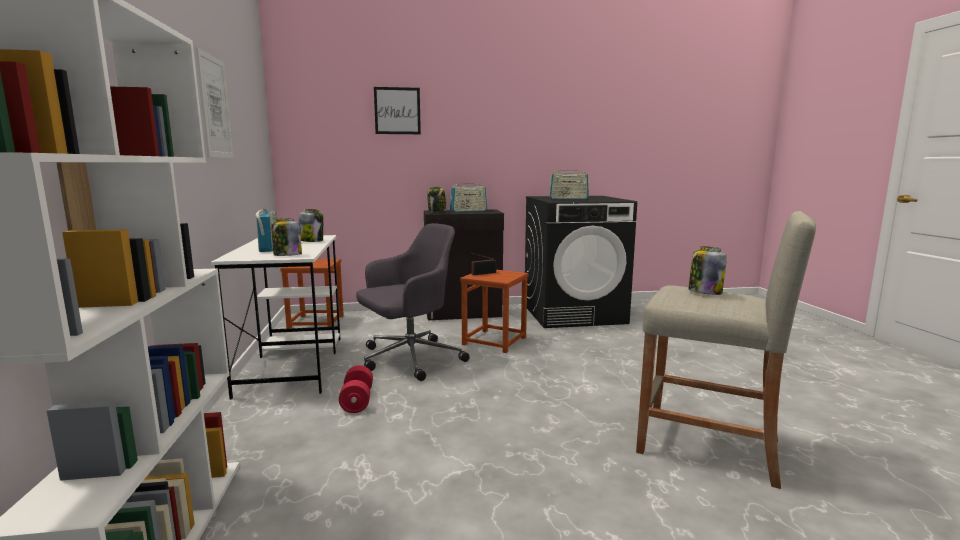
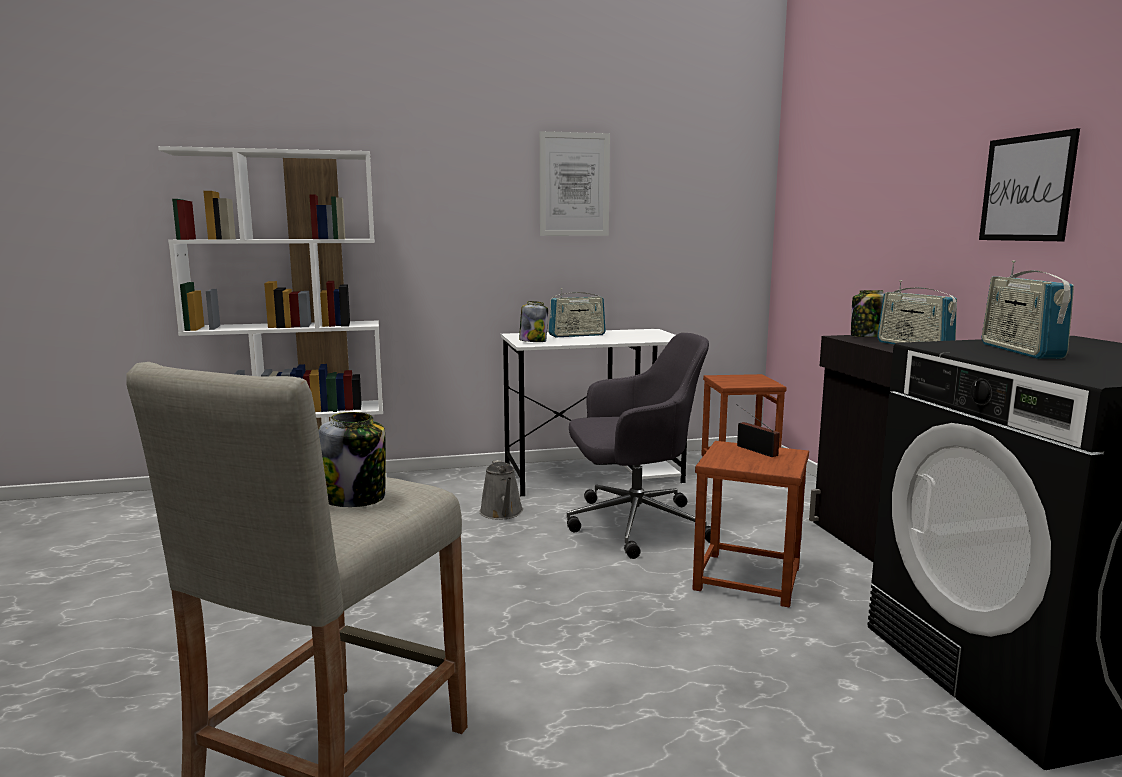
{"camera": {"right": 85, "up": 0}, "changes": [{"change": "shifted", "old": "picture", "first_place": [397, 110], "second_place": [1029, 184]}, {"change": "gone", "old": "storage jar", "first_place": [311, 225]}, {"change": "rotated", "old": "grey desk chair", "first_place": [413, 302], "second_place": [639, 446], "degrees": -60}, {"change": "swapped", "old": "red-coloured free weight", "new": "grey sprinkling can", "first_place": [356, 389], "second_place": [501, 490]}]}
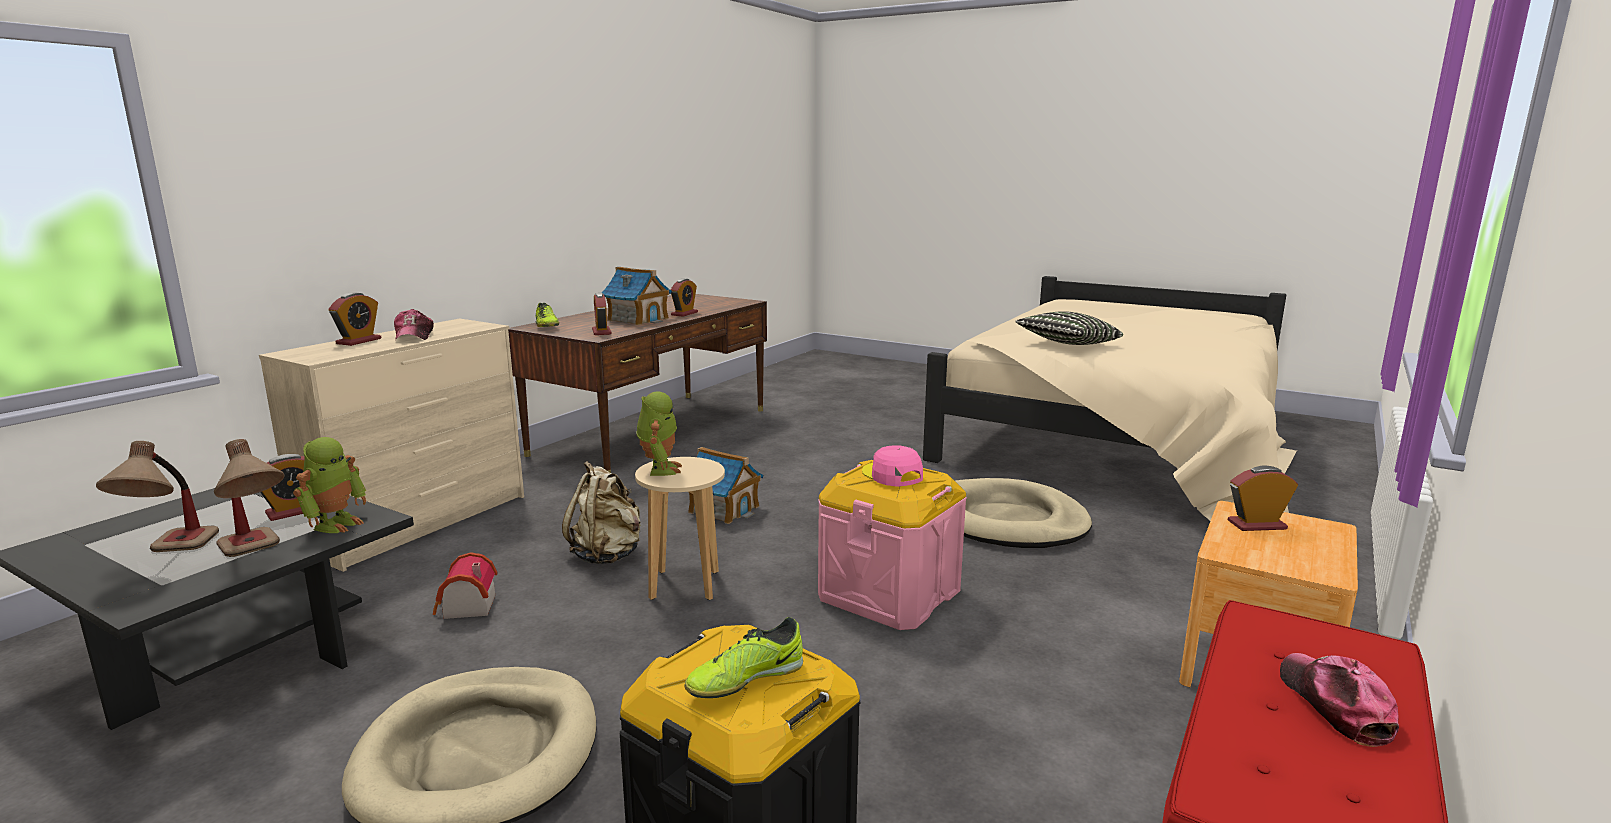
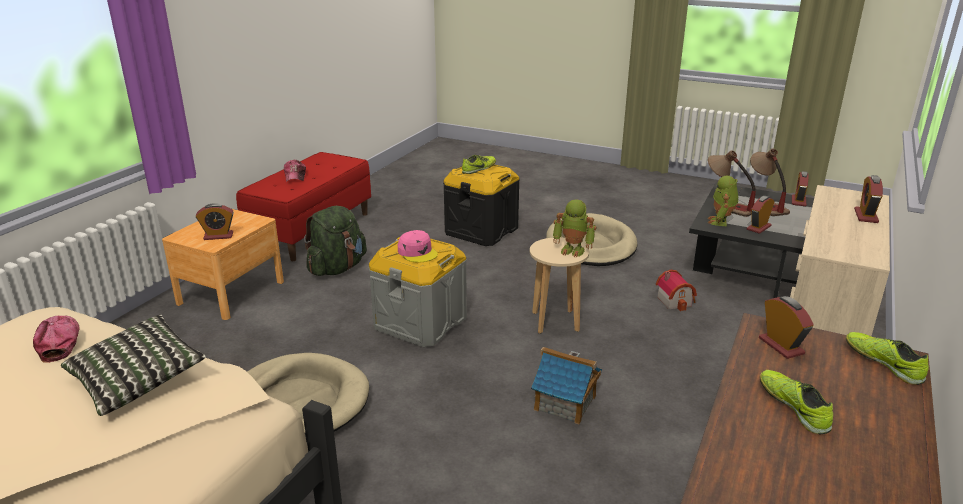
{"camera": {"right": 175, "up": 10}, "changes": [{"change": "swapped", "old": "toy house", "new": "low shoe", "first_place": [637, 296], "second_place": [796, 402]}, {"change": "shifted", "old": "table clock", "first_place": [684, 297], "second_place": [800, 188]}, {"change": "shifted", "old": "baseball cap", "first_place": [414, 324], "second_place": [56, 339]}, {"change": "rotated", "old": "model robot", "first_place": [659, 434], "second_place": [575, 229], "degrees": -60}, {"change": "repainted", "old": "pink-coloured storage container", "new": "grey storage container", "first_place": [892, 545], "second_place": [418, 292]}, {"change": "gone", "old": "beige-coloured rucksack", "first_place": [601, 512]}, {"change": "new", "new": "green-coloured rucksack", "second_place": [335, 241]}]}
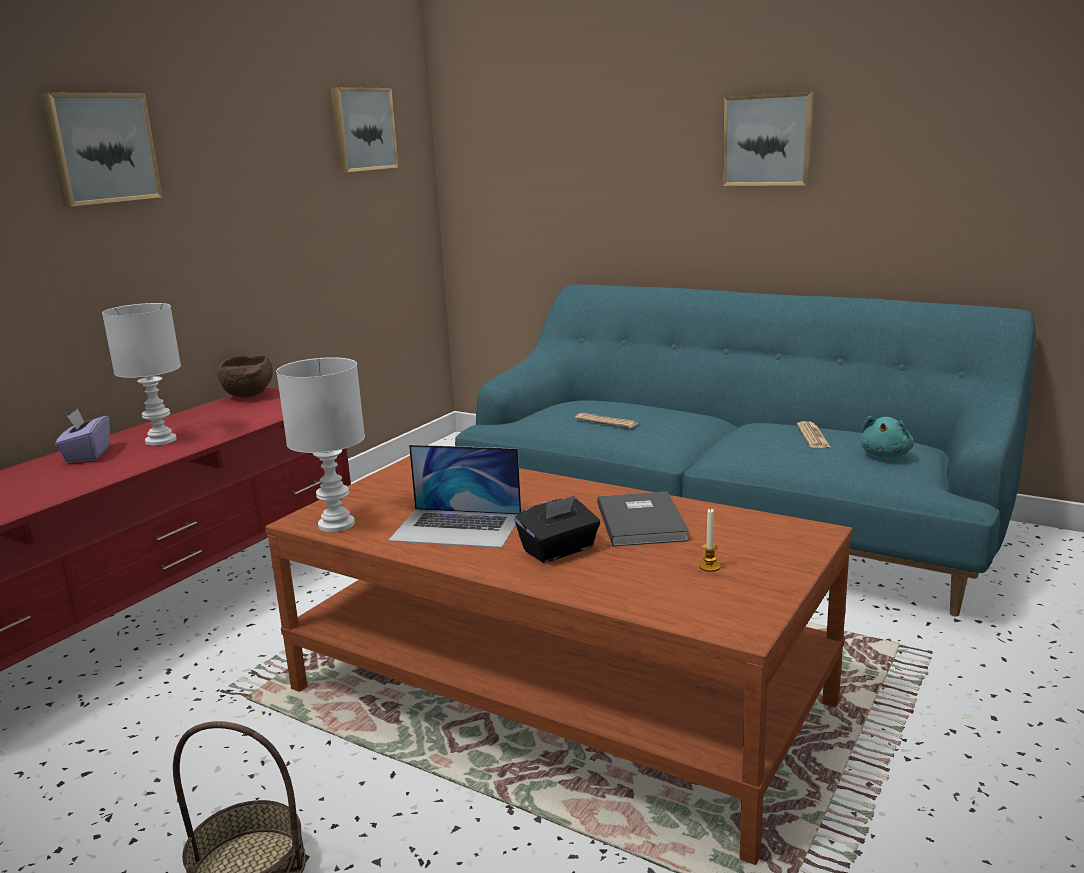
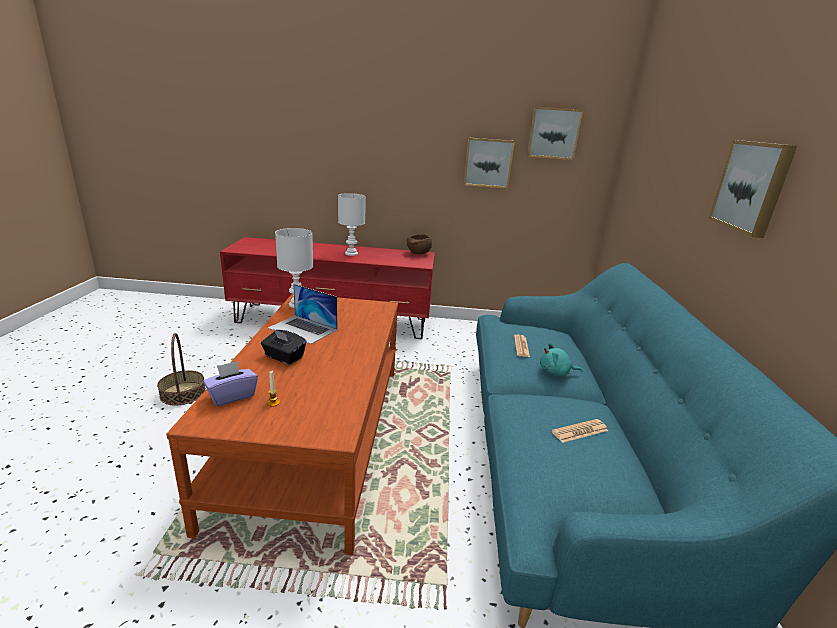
{"camera": {"right": 60, "up": 5}, "changes": [{"change": "shifted", "old": "picture", "first_place": [101, 149], "second_place": [489, 163]}, {"change": "shifted", "old": "purplish tissue box", "first_place": [82, 436], "second_place": [230, 383]}, {"change": "shifted", "old": "turquoise plush toy", "first_place": [887, 437], "second_place": [561, 359]}, {"change": "rotated", "old": "portable computer", "first_place": [454, 496], "second_place": [302, 314], "degrees": -45}, {"change": "gone", "old": "grey book", "first_place": [643, 519]}]}
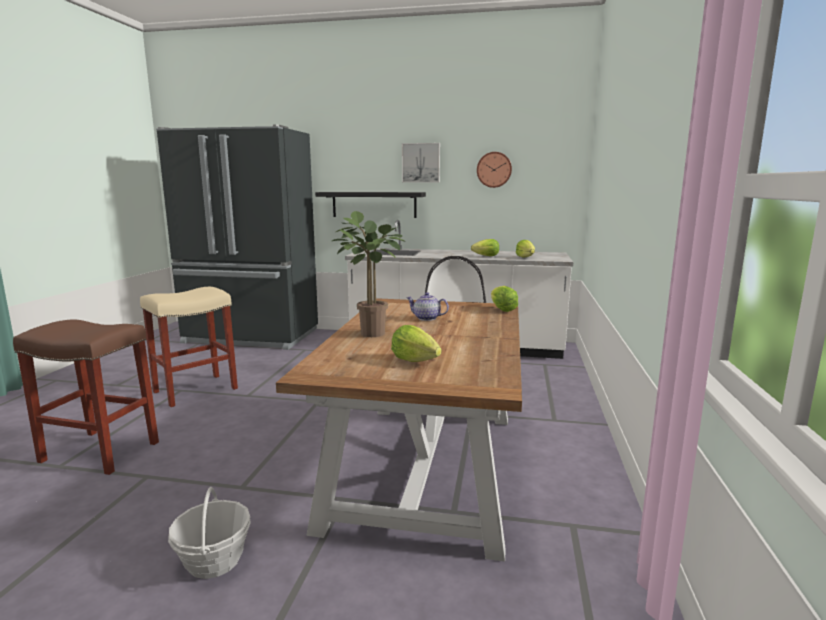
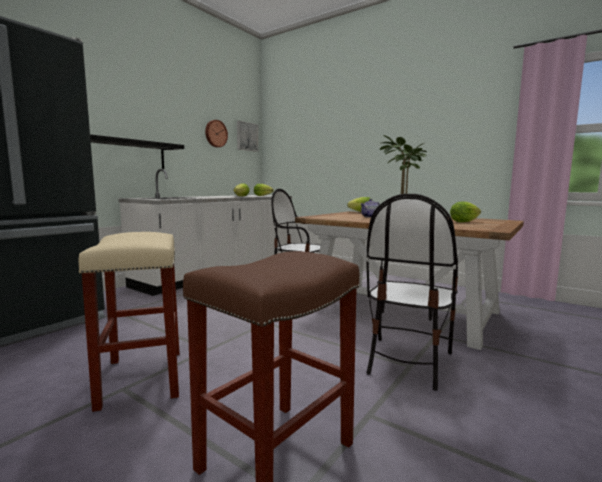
{"camera": {"right": -65, "up": -5}, "changes": [{"change": "shifted", "old": "picture", "first_place": [421, 163], "second_place": [247, 136]}, {"change": "gone", "old": "storage basket", "first_place": [209, 533]}, {"change": "new", "new": "chair", "second_place": [412, 292]}]}
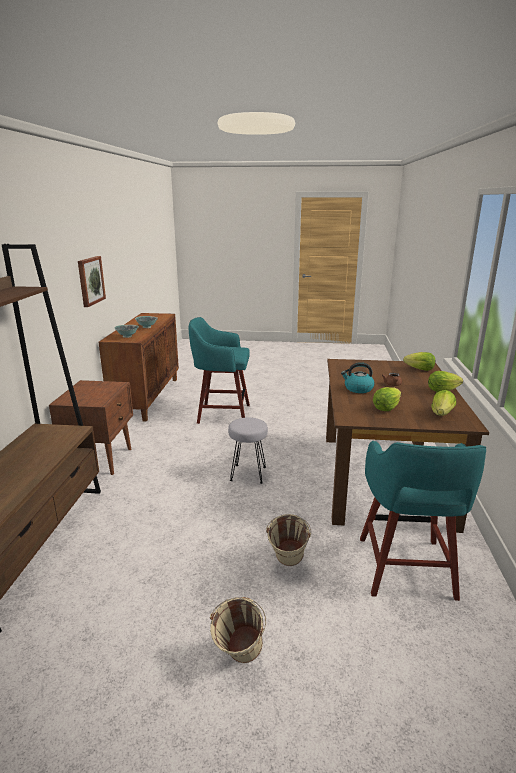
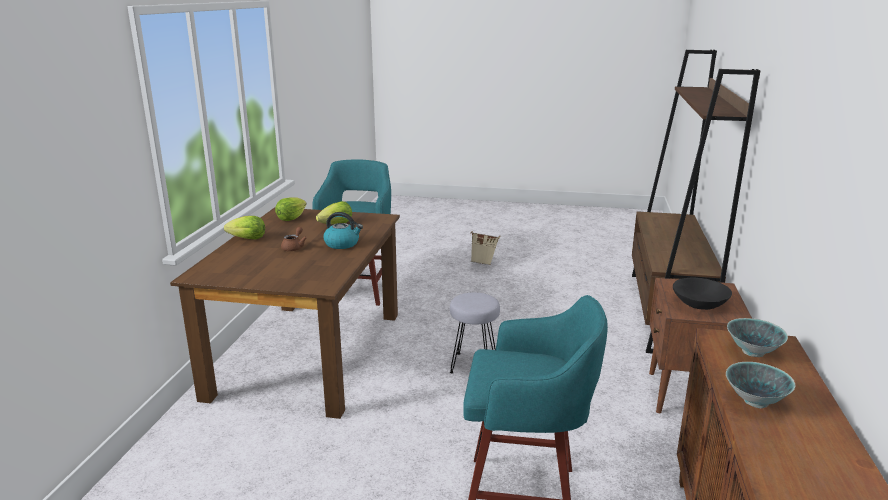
{"camera": {"right": -175, "up": 0}, "changes": [{"change": "gone", "old": "picture", "first_place": [92, 281]}, {"change": "gone", "old": "lettuce head", "first_place": [419, 361]}, {"change": "gone", "old": "beige-coloured bucket", "first_place": [288, 540]}, {"change": "new", "new": "black bowl", "second_place": [702, 294]}]}
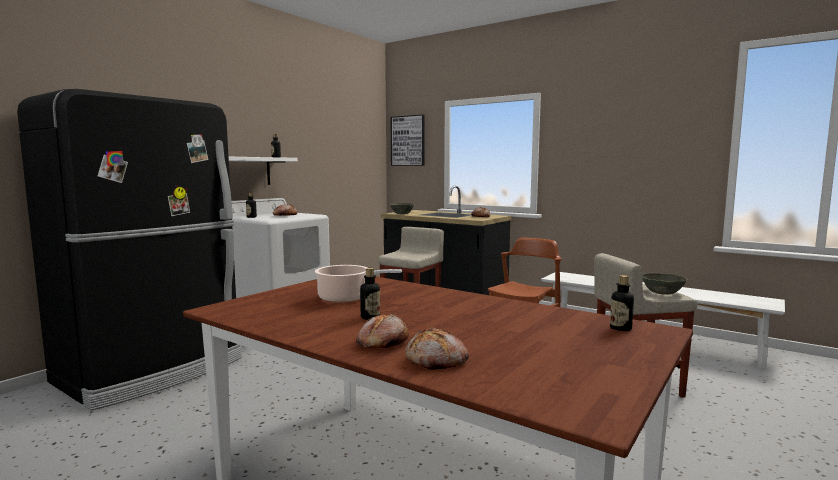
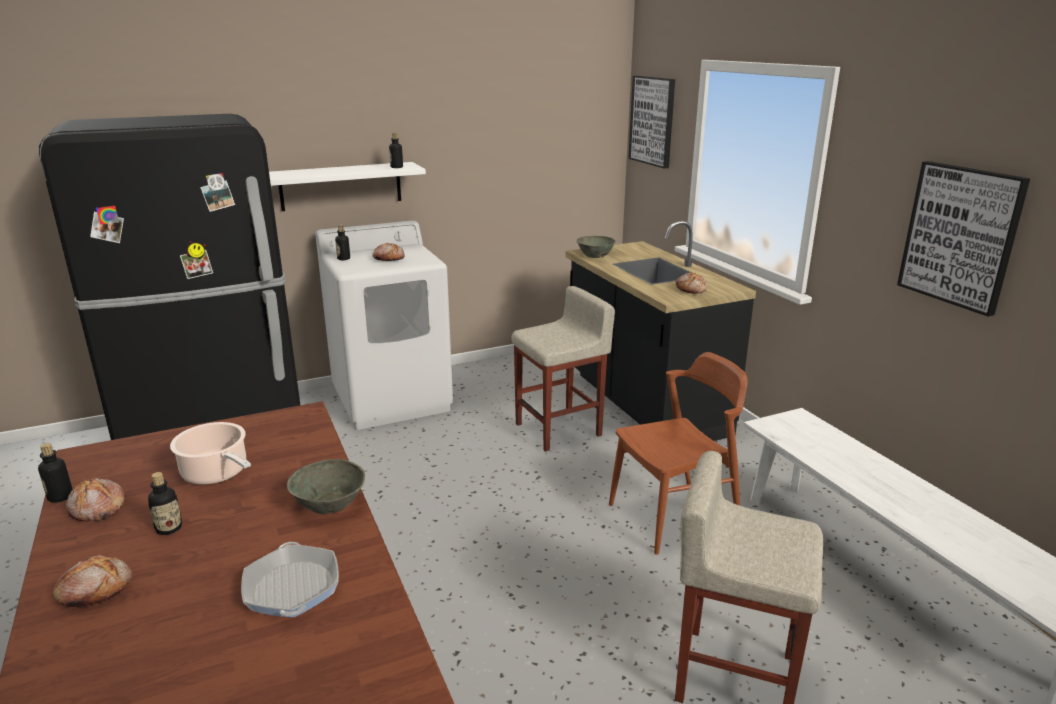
{"camera": {"right": 30, "up": 15}, "changes": [{"change": "shifted", "old": "grey bowl", "first_place": [665, 284], "second_place": [326, 486]}, {"change": "shifted", "old": "bottle", "first_place": [622, 303], "second_place": [55, 473]}, {"change": "shifted", "old": "baked bread", "first_place": [437, 348], "second_place": [96, 499]}, {"change": "new", "new": "picture", "second_place": [963, 238]}, {"change": "new", "new": "frying pan", "second_place": [290, 579]}]}
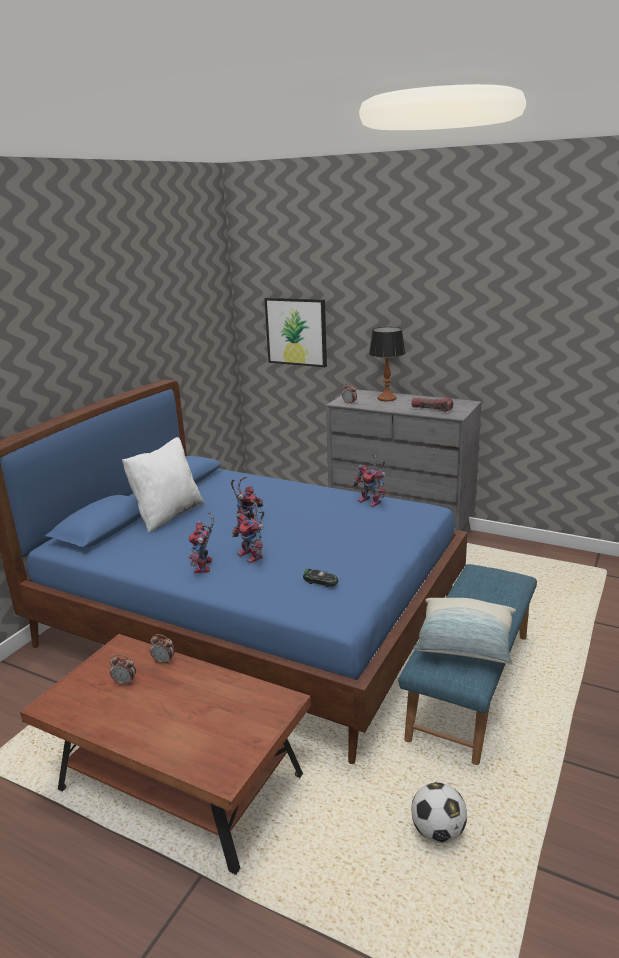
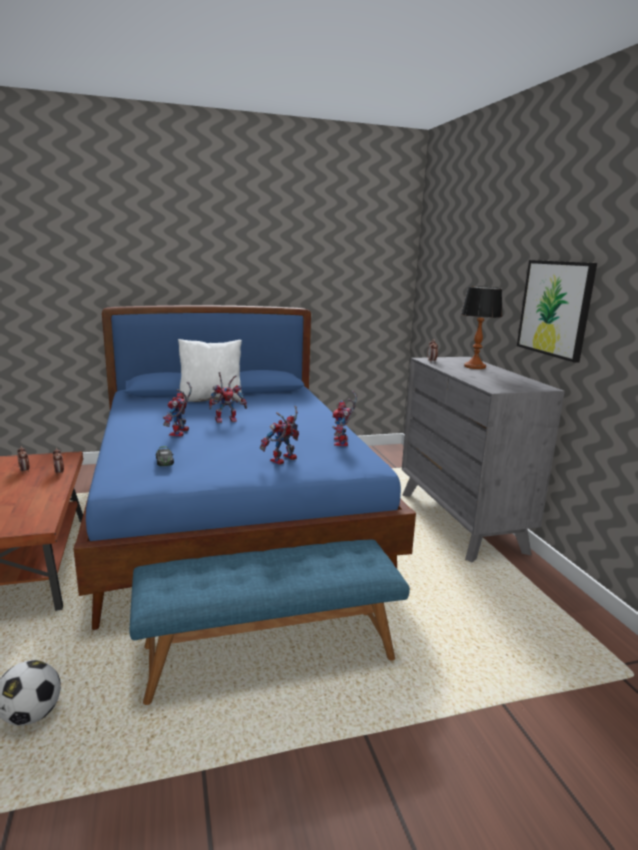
{"camera": {"right": 45, "up": -5}, "changes": [{"change": "shifted", "old": "picture", "first_place": [295, 332], "second_place": [557, 311]}, {"change": "gone", "old": "hand torch", "first_place": [432, 404]}, {"change": "shifted", "old": "model robot", "first_place": [201, 542], "second_place": [279, 435]}, {"change": "gone", "old": "pillow", "first_place": [464, 631]}]}
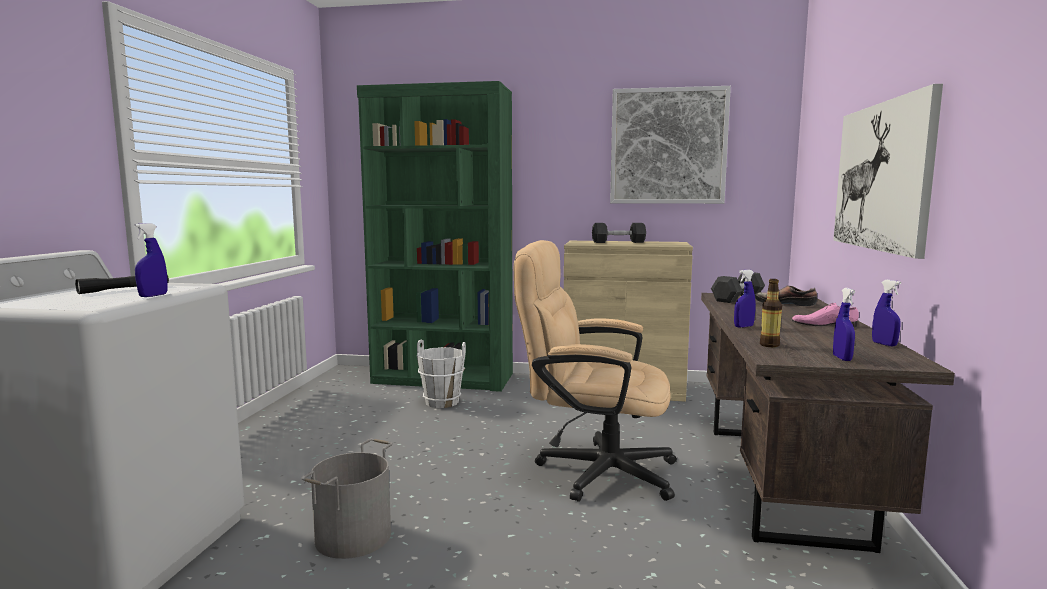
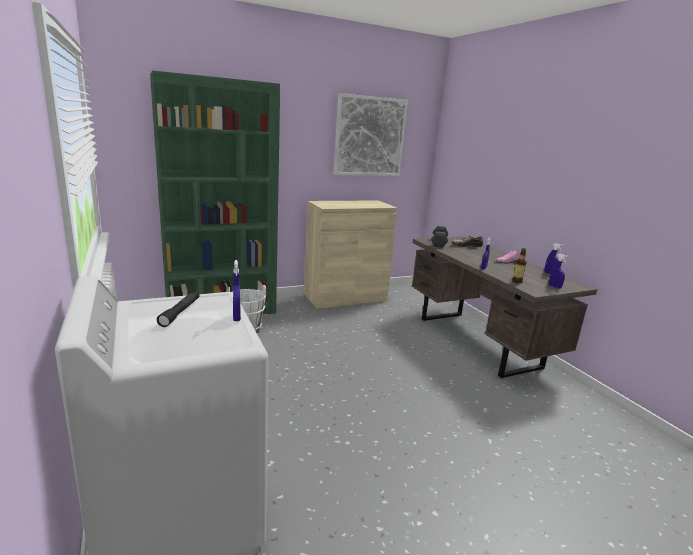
{"camera": {"right": -35, "up": 10}, "changes": [{"change": "gone", "old": "picture", "first_place": [888, 171]}, {"change": "gone", "old": "black free weight", "first_place": [619, 233]}, {"change": "gone", "old": "beige-coloured desk chair", "first_place": [595, 371]}, {"change": "gone", "old": "grey bucket", "first_place": [347, 499]}]}
